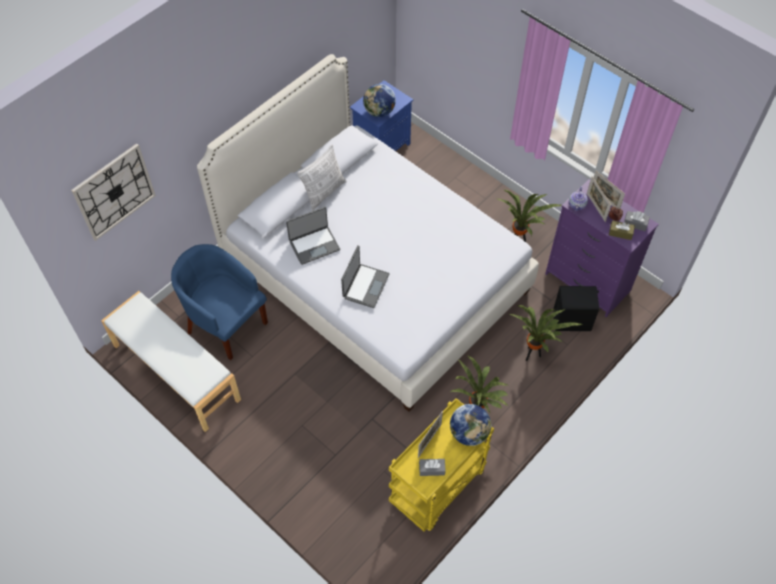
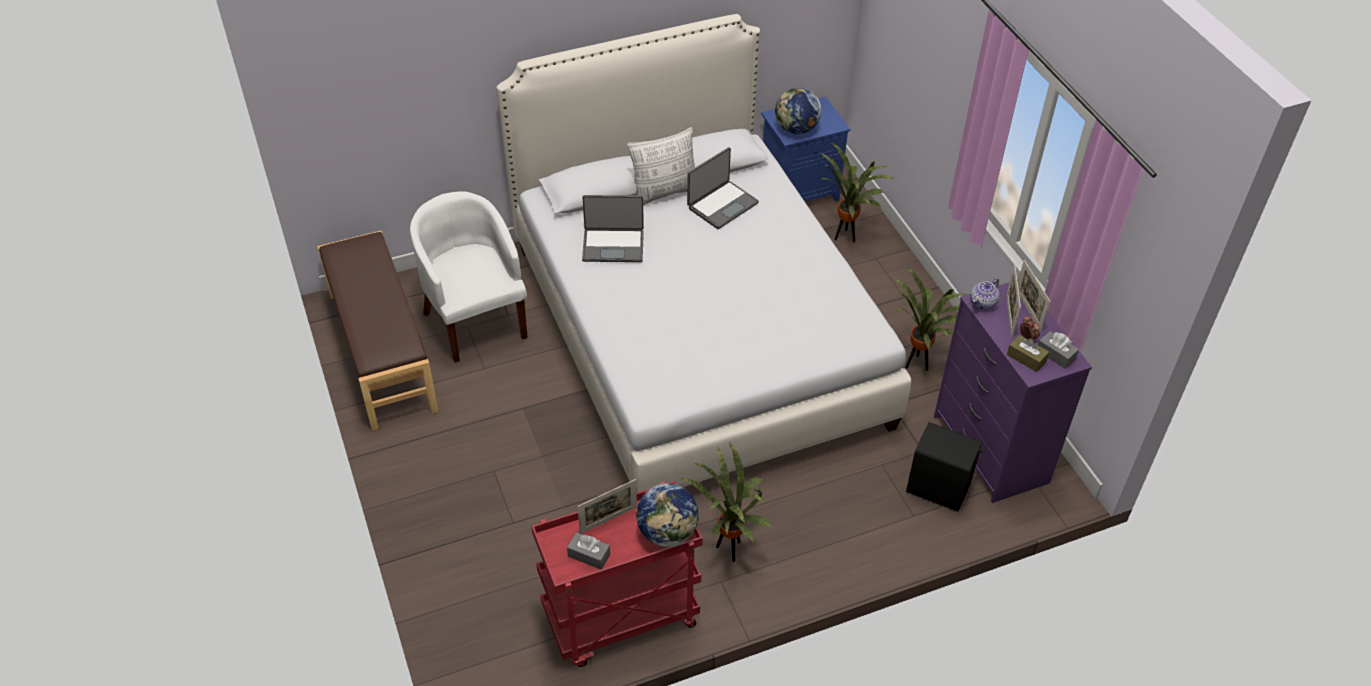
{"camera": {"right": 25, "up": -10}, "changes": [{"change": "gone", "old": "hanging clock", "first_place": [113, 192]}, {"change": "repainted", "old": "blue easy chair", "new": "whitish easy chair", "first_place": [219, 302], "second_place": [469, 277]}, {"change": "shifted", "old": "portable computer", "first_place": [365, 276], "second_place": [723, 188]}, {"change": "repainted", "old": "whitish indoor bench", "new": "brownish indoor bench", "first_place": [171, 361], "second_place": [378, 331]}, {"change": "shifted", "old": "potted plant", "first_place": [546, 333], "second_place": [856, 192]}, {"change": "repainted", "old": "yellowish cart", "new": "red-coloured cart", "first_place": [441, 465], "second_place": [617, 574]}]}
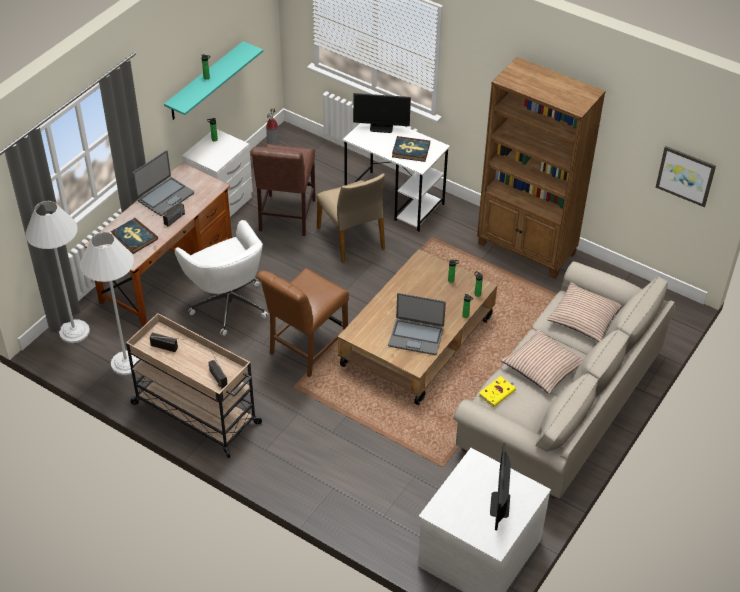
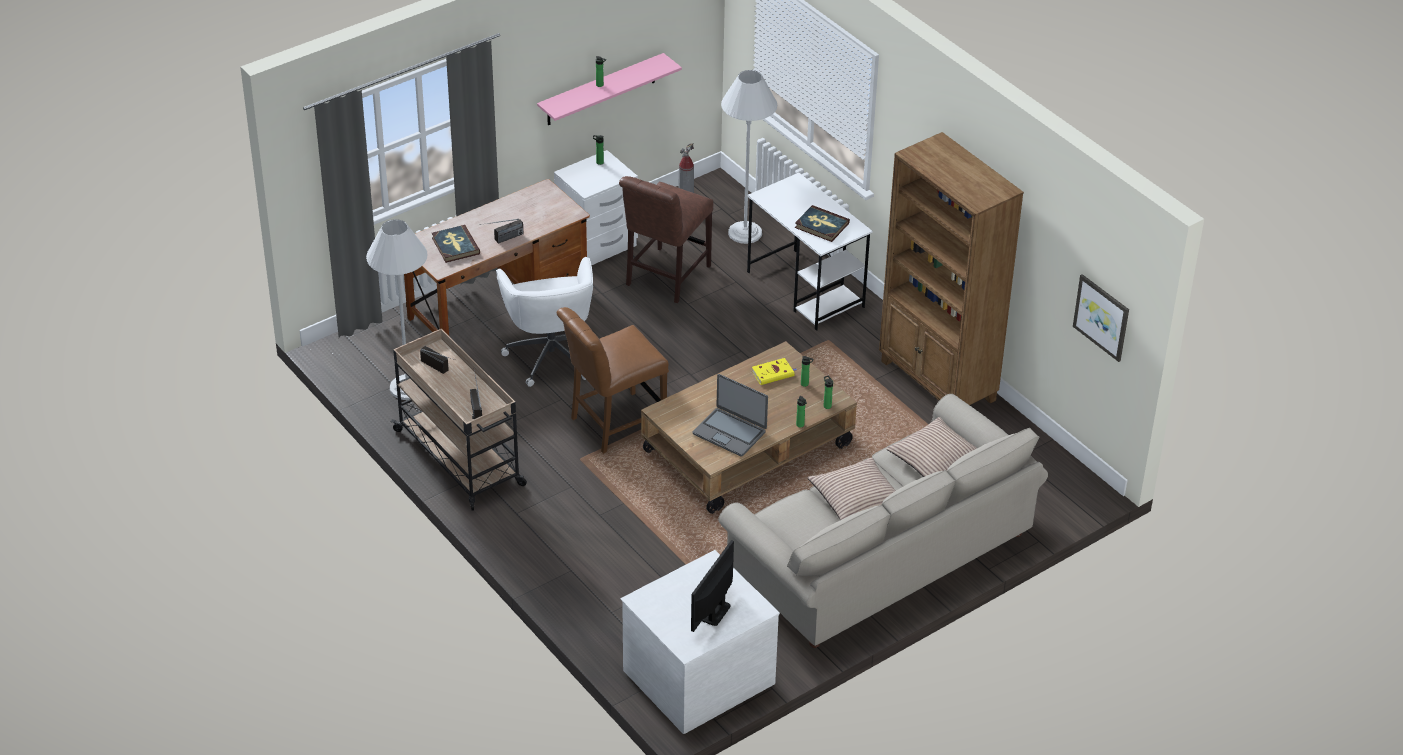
{"camera": {"right": 20, "up": -5}, "changes": [{"change": "repainted", "old": "turquoise wall shelf", "new": "pink-coloured wall shelf", "first_place": [213, 80], "second_place": [609, 89]}, {"change": "gone", "old": "monitor", "first_place": [382, 113]}, {"change": "gone", "old": "portable computer", "first_place": [163, 183]}, {"change": "gone", "old": "beige-coloured chair", "first_place": [351, 218]}, {"change": "shifted", "old": "whitish standing lamp", "first_place": [57, 272], "second_place": [749, 157]}, {"change": "shifted", "old": "yellowish book", "first_place": [497, 392], "second_place": [774, 371]}]}
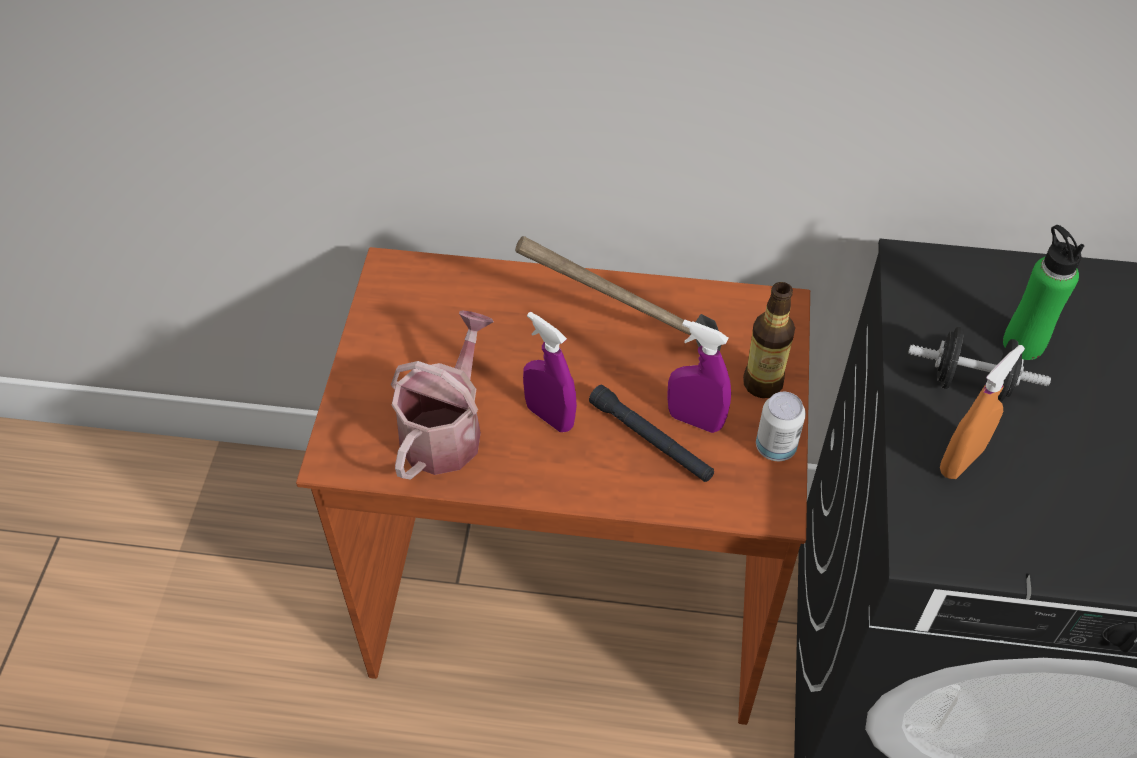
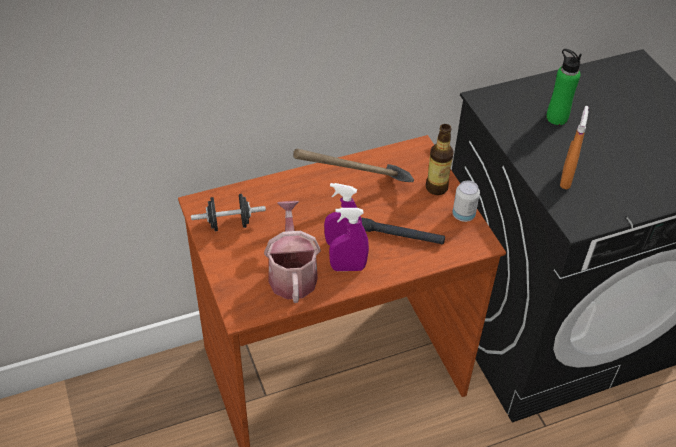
{"camera": {"right": -30, "up": -5}, "changes": [{"change": "shifted", "old": "purplish sprayer", "first_place": [699, 376], "second_place": [349, 239]}, {"change": "shifted", "old": "black free weight", "first_place": [979, 364], "second_place": [228, 212]}]}
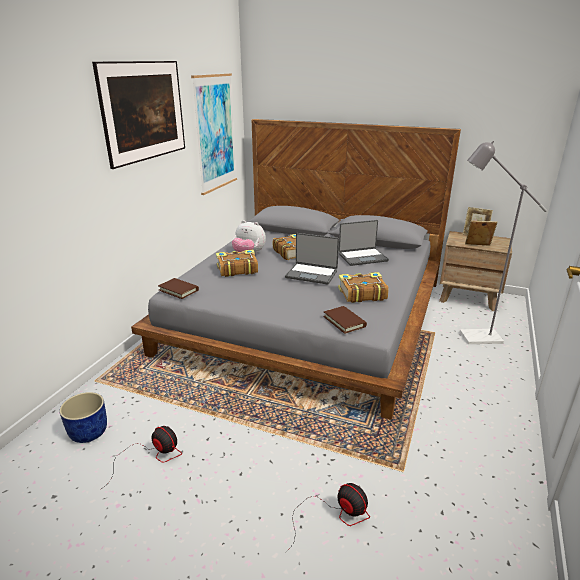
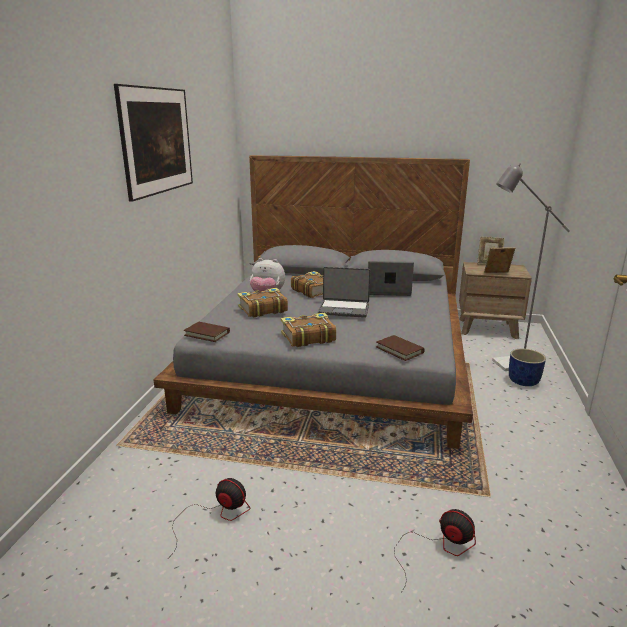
{"camera": {"right": -10, "up": -5}, "changes": [{"change": "gone", "old": "picture", "first_place": [214, 134]}, {"change": "rotated", "old": "portable computer", "first_place": [364, 243], "second_place": [391, 278], "degrees": -150}, {"change": "shifted", "old": "book", "first_place": [363, 287], "second_place": [308, 330]}, {"change": "shifted", "old": "blue plant pot", "first_place": [83, 417], "second_place": [527, 367]}]}
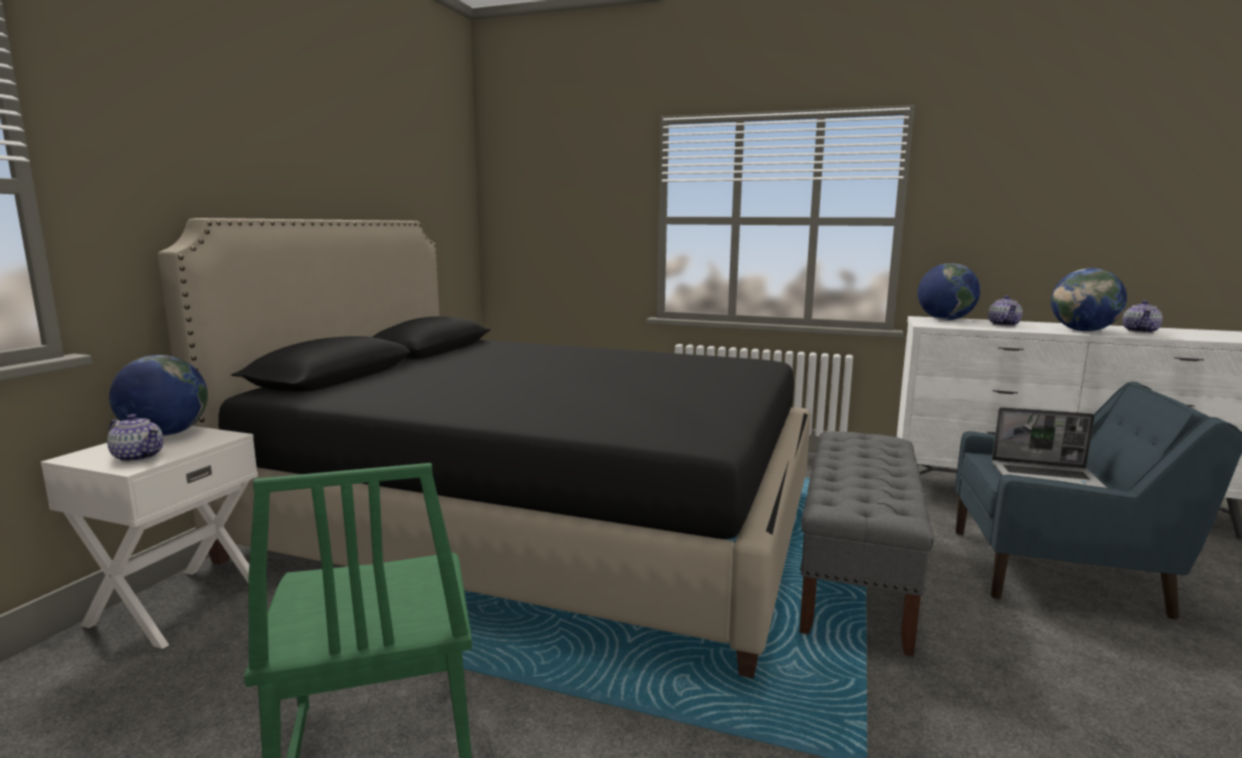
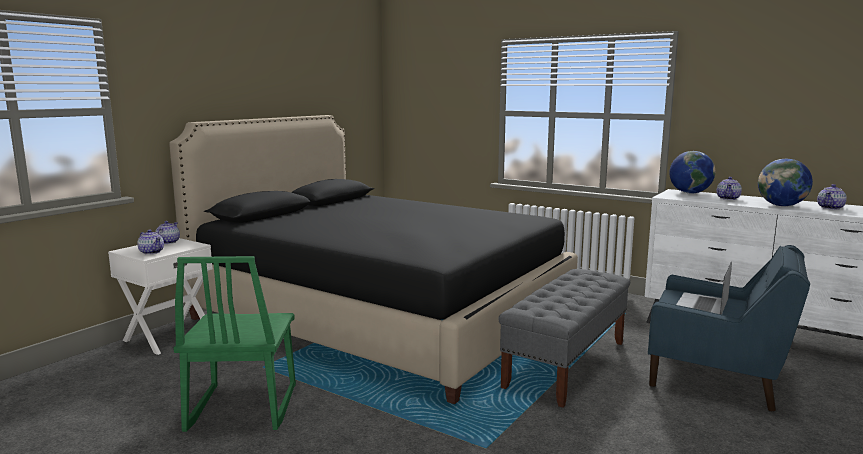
{"camera": {"right": 15, "up": 0}, "changes": [{"change": "swapped", "old": "globe", "new": "tea pot", "first_place": [158, 395], "second_place": [167, 232]}, {"change": "rotated", "old": "portable computer", "first_place": [1049, 447], "second_place": [704, 288], "degrees": 90}]}
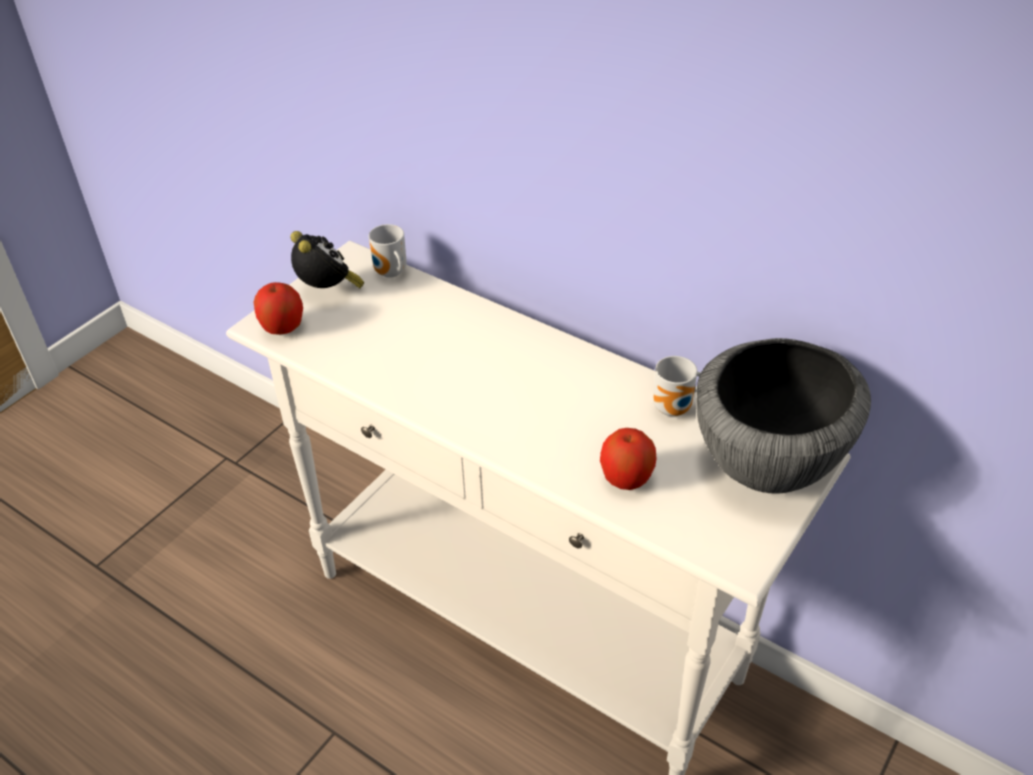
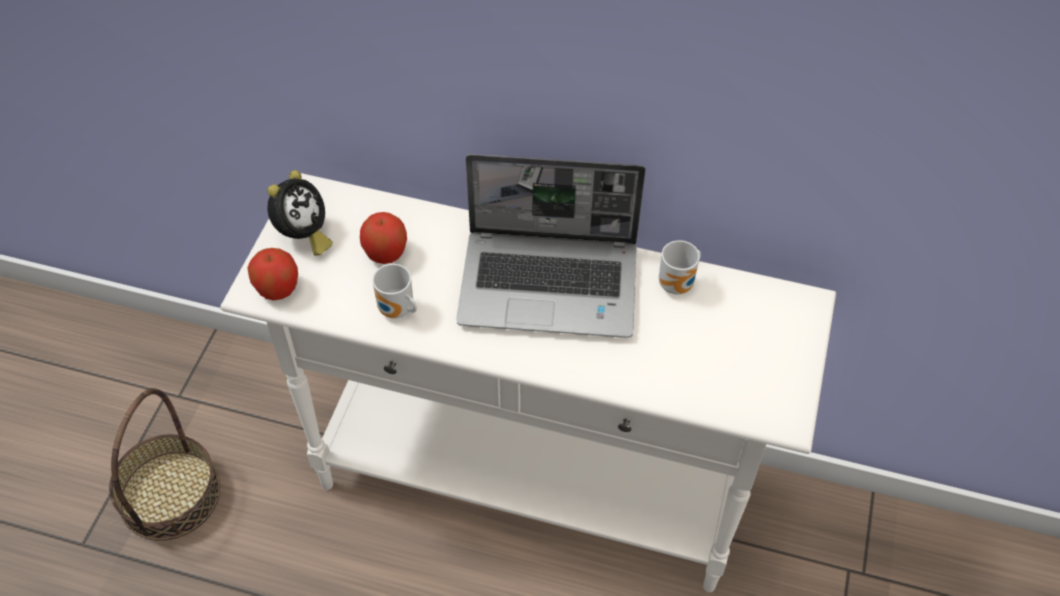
{"camera": {"right": -20, "up": 10}, "changes": [{"change": "shifted", "old": "mug", "first_place": [388, 251], "second_place": [394, 291]}, {"change": "rotated", "old": "table clock", "first_place": [328, 259], "second_place": [300, 213], "degrees": 75}, {"change": "gone", "old": "bowl", "first_place": [783, 415]}, {"change": "shifted", "old": "whole apple", "first_place": [628, 459], "second_place": [383, 238]}, {"change": "new", "new": "portable computer", "second_place": [551, 246]}, {"change": "new", "new": "storage basket", "second_place": [164, 464]}]}
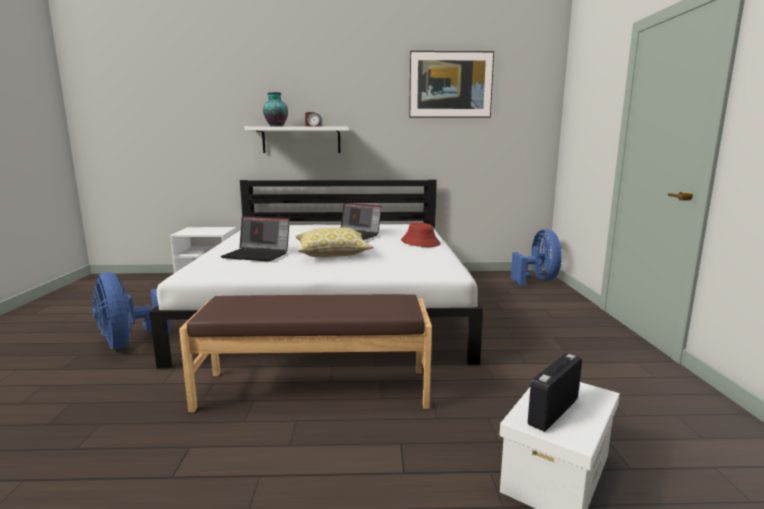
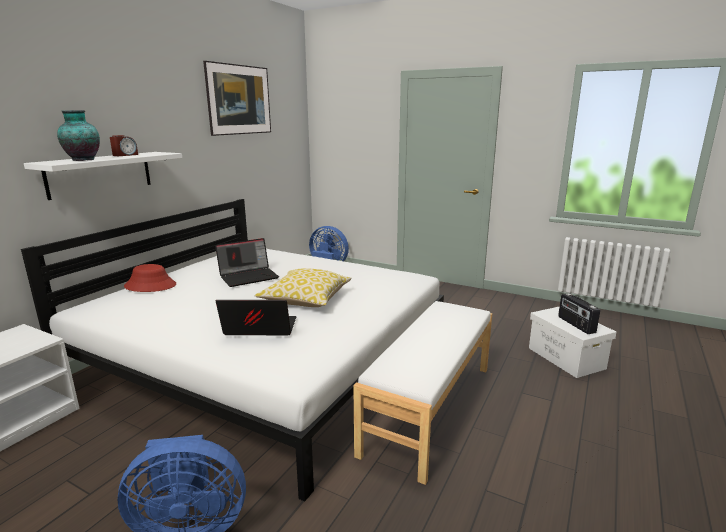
{"camera": {"right": -60, "up": 5}, "changes": [{"change": "rotated", "old": "portable computer", "first_place": [255, 238], "second_place": [256, 317], "degrees": -135}, {"change": "shifted", "old": "red-coloured wearable hat", "first_place": [421, 234], "second_place": [150, 278]}, {"change": "repainted", "old": "brownish indoor bench", "new": "whitish indoor bench", "first_place": [305, 353], "second_place": [422, 393]}]}
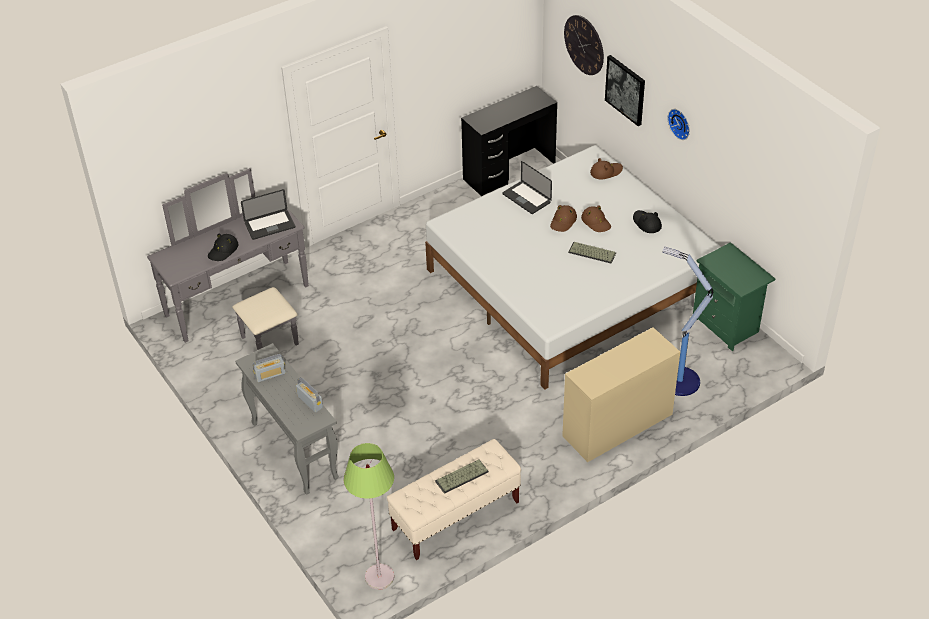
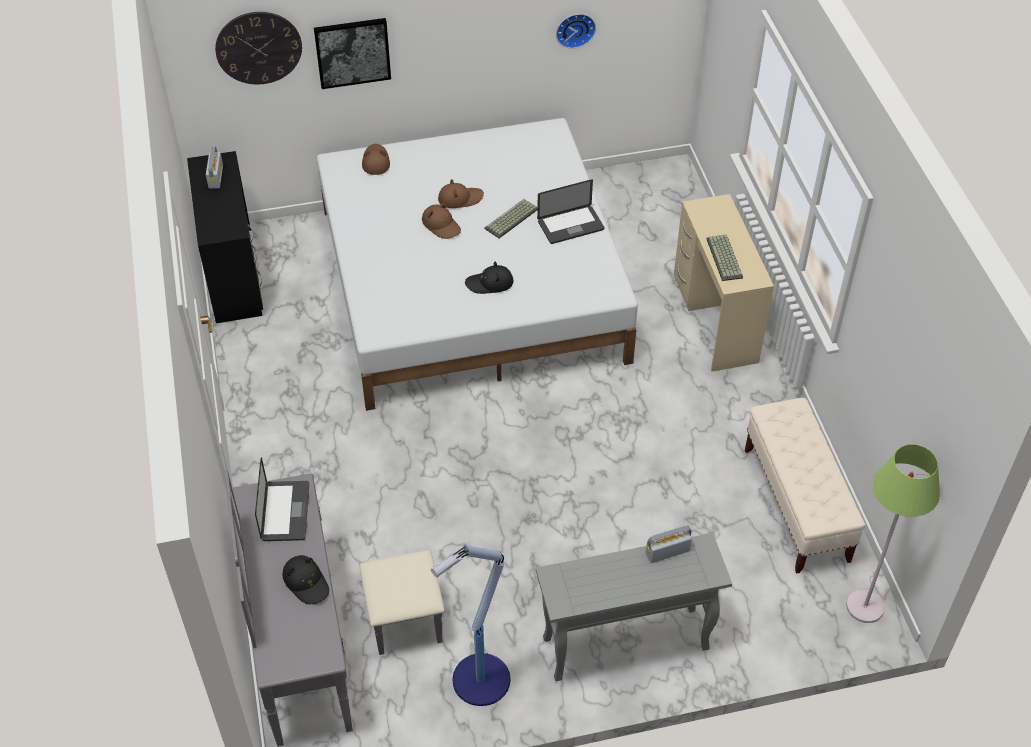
{"camera": {"right": -70, "up": 5}, "changes": [{"change": "shifted", "old": "hanging clock", "first_place": [679, 124], "second_place": [576, 31]}, {"change": "shifted", "old": "portable computer", "first_place": [527, 187], "second_place": [571, 211]}, {"change": "shifted", "old": "black wearable hat", "first_place": [647, 221], "second_place": [489, 278]}, {"change": "gone", "old": "green-coloured night table", "first_place": [734, 296]}, {"change": "shifted", "old": "standing lamp", "first_place": [688, 321], "second_place": [470, 625]}, {"change": "shifted", "old": "radio set", "first_place": [269, 368], "second_place": [214, 167]}, {"change": "shifted", "old": "PC keyboard", "first_place": [462, 477], "second_place": [724, 257]}]}
